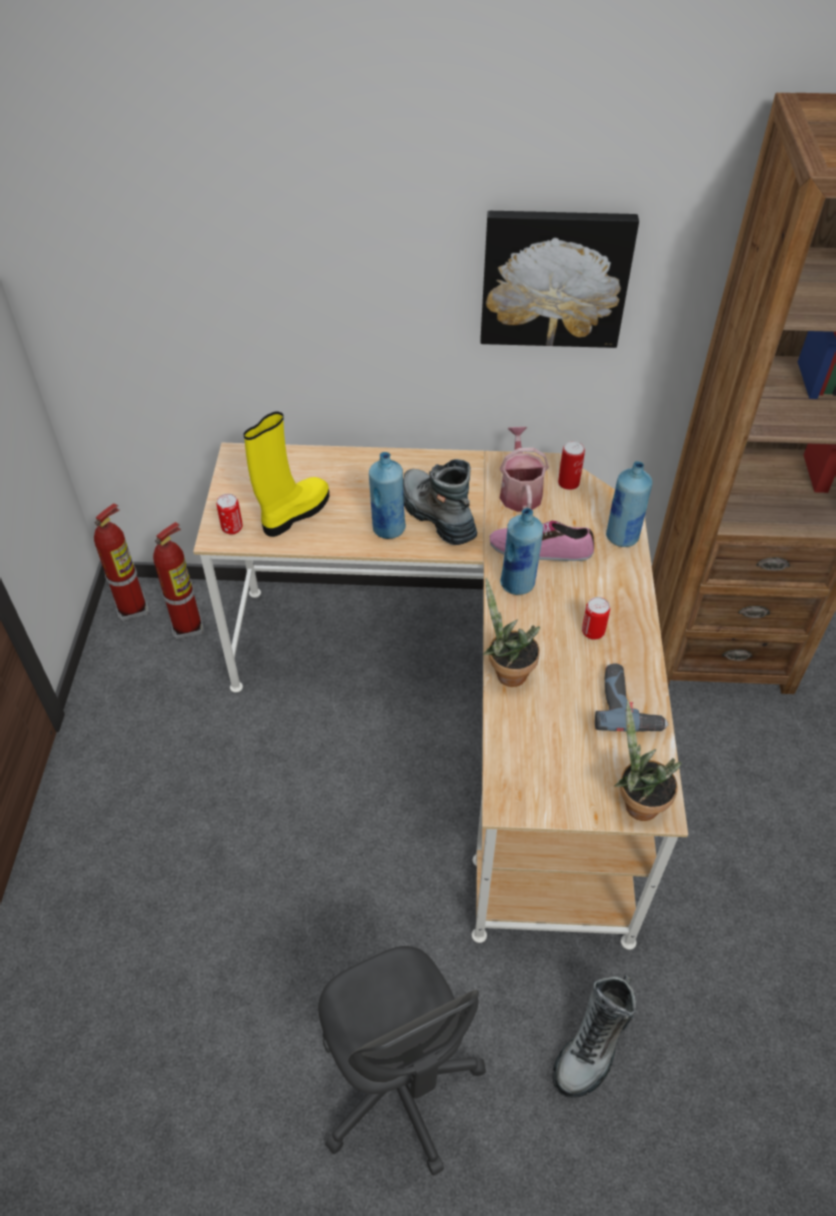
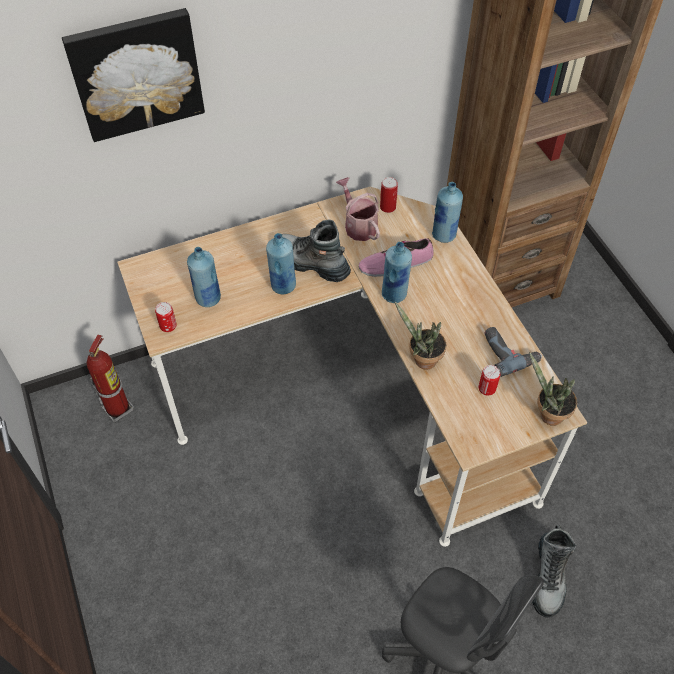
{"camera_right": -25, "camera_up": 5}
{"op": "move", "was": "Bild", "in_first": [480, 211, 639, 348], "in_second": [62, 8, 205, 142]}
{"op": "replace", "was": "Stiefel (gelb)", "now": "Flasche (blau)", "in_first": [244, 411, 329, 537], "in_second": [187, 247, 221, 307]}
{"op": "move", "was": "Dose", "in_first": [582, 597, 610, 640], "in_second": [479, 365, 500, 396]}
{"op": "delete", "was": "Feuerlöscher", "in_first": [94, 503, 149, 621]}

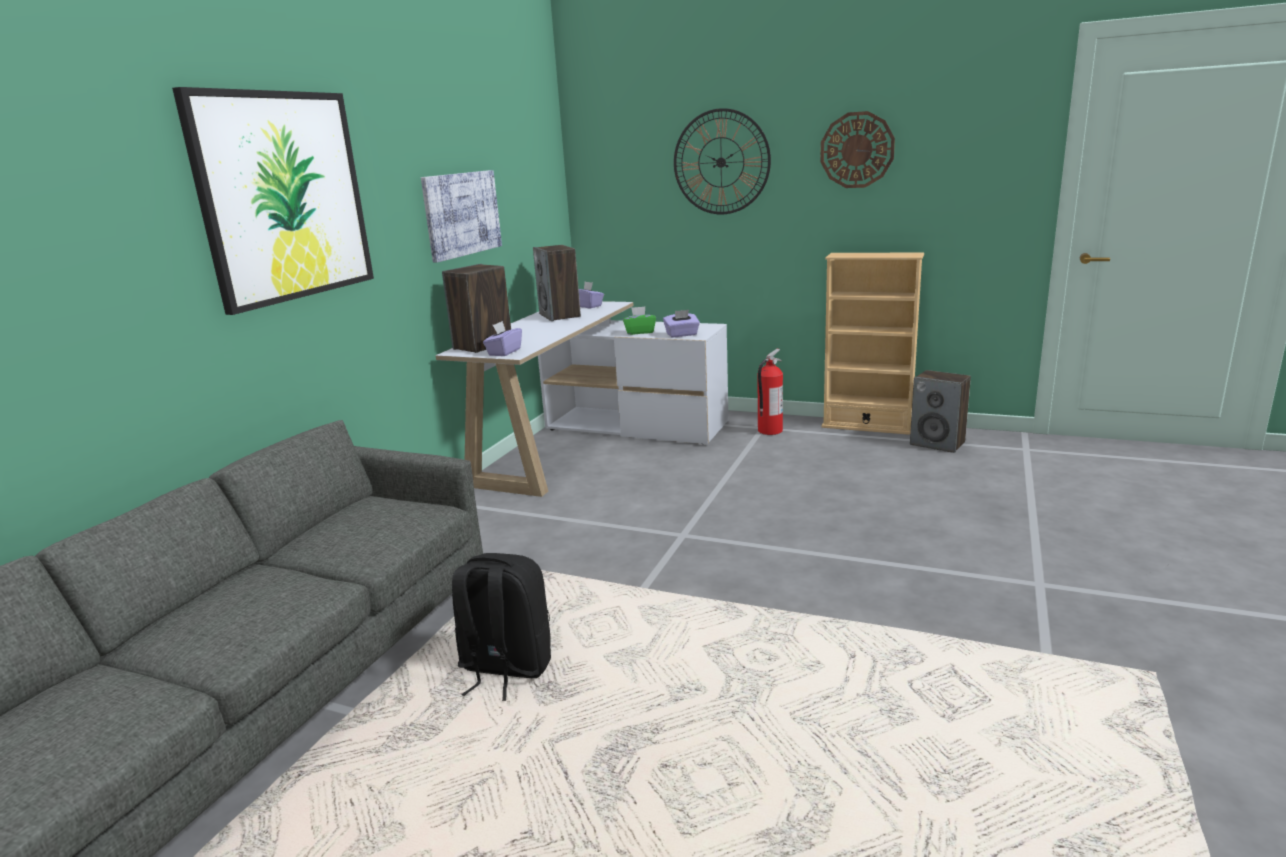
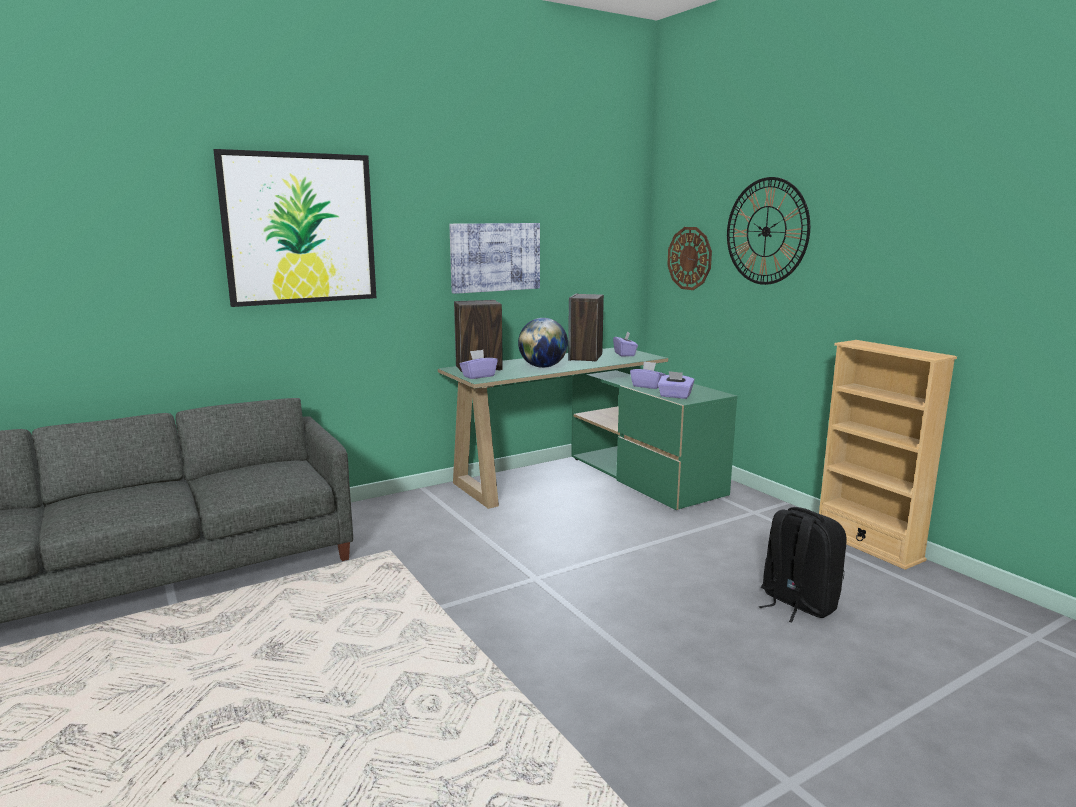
{"camera_right": 35, "camera_up": -5}
{"op": "recolor", "was": "Schreibtisch (weiß)", "now": "Schreibtisch (grün)", "in_first": [435, 301, 729, 497], "in_second": [438, 348, 738, 510]}
{"op": "insert", "now": "Globus", "in_second": [518, 318, 568, 368]}
{"op": "recolor", "was": "Taschentuchbox (grün)", "now": "Taschentuchbox (lila)", "in_first": [623, 306, 656, 335], "in_second": [630, 361, 666, 389]}
{"op": "move", "was": "Wanduhr", "in_first": [820, 111, 895, 188], "in_second": [667, 227, 712, 290]}
{"op": "move", "was": "Rucksack (schwarz)", "in_first": [452, 553, 551, 701], "in_second": [759, 507, 847, 623]}
{"op": "delete", "was": "Feuerlöscher", "in_first": [757, 349, 783, 435]}
{"op": "delete", "was": "Lautsprecher", "in_first": [910, 370, 971, 453]}

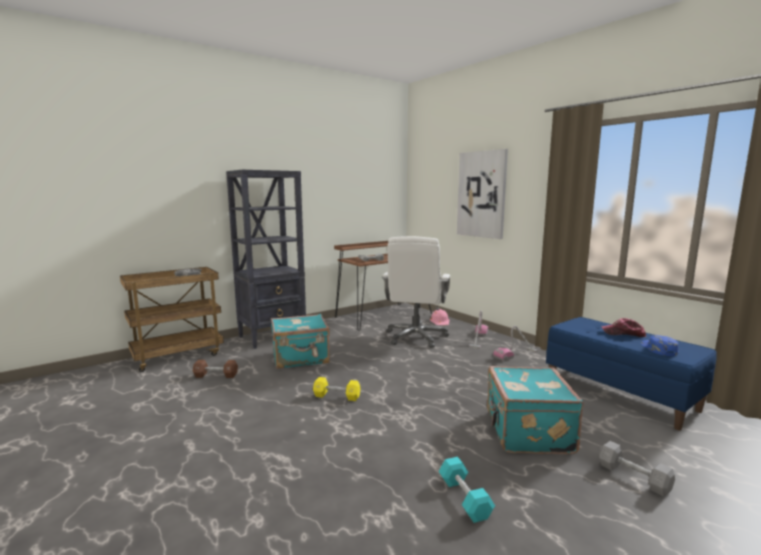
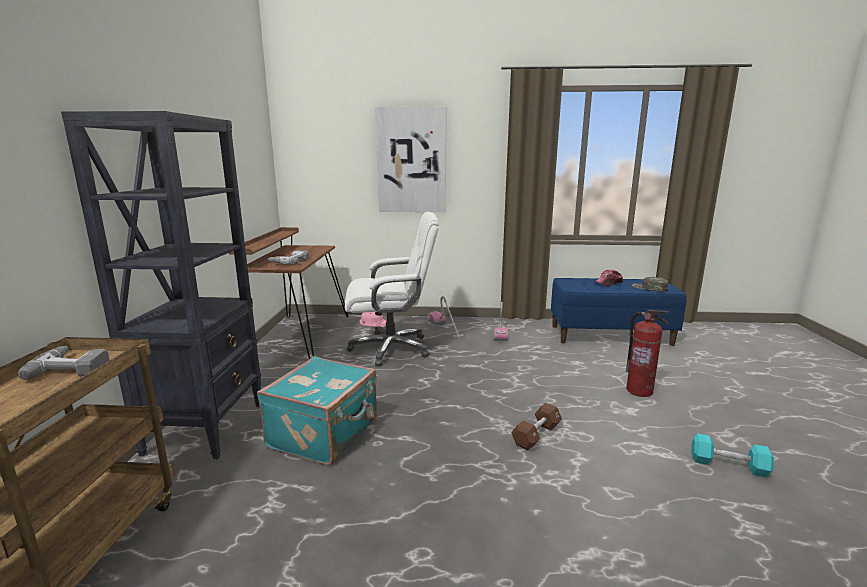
{"camera_right": -50, "camera_up": 5}
{"op": "rotate", "was": "Bürostuhl (weiß)", "in_first": [382, 236, 450, 348], "in_second": [345, 212, 439, 366], "clockwise": -60}
{"op": "move", "was": "Hantel (braun)", "in_first": [193, 360, 238, 378], "in_second": [511, 403, 562, 450]}
{"op": "replace", "was": "Koffer (türkis)", "now": "Feuerlöscher", "in_first": [487, 366, 584, 454], "in_second": [626, 310, 669, 397]}
{"op": "recolor", "was": "Kappe (blau)", "now": "Kappe (grün)", "in_first": [641, 335, 679, 356], "in_second": [632, 277, 668, 292]}
{"op": "delete", "was": "Hantel (gelb)", "in_first": [313, 377, 361, 401]}
{"op": "delete", "was": "Hantel (grau)", "in_first": [599, 441, 675, 496]}

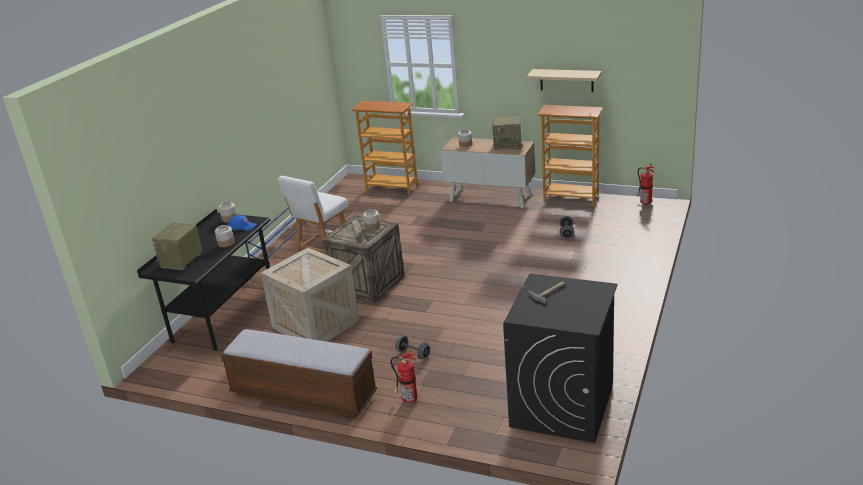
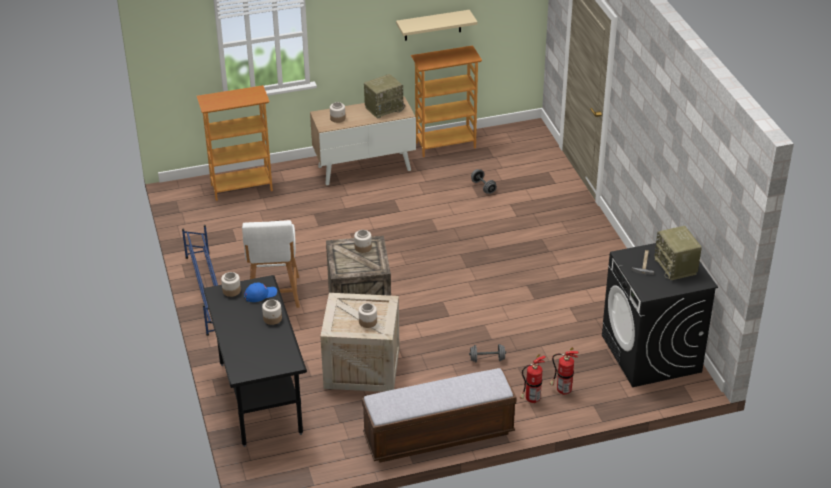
{"camera_right": -40, "camera_up": 10}
{"op": "insert", "now": "Vorratsglas", "in_second": [358, 303, 377, 328]}
{"op": "move", "was": "Feuerlöscher", "in_first": [636, 163, 655, 205], "in_second": [549, 348, 579, 395]}
{"op": "move", "was": "Radio", "in_first": [152, 223, 203, 270], "in_second": [654, 226, 702, 280]}

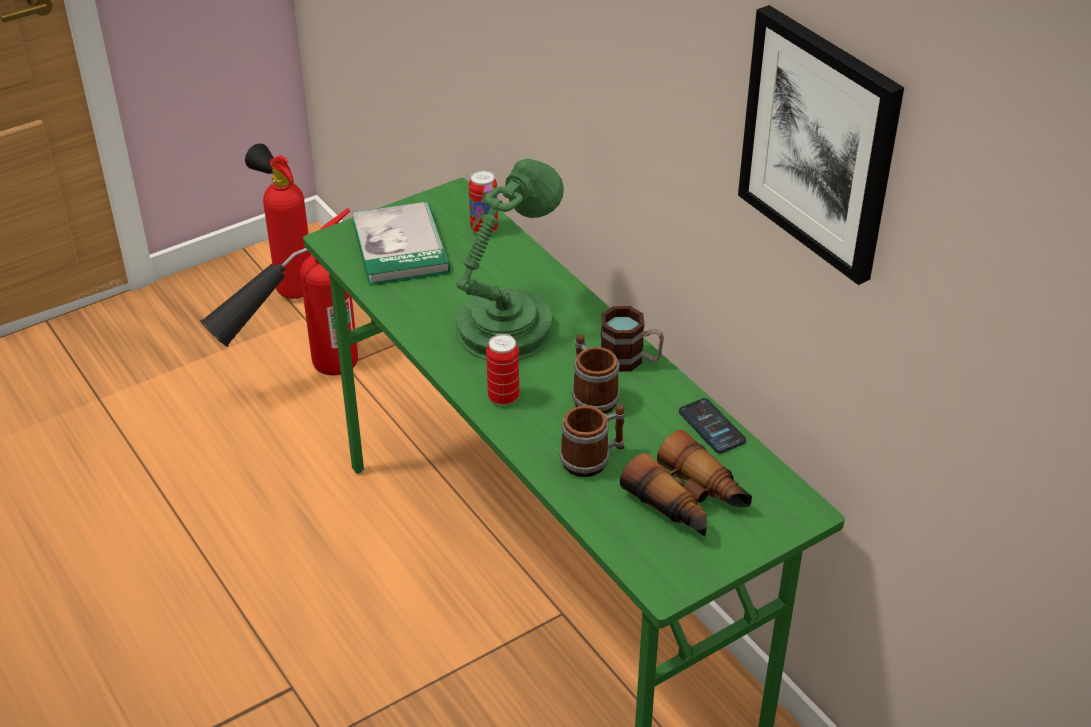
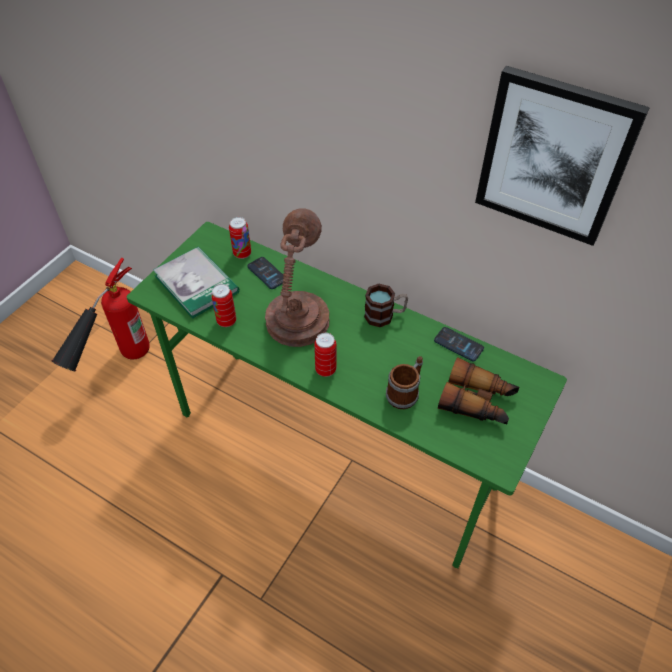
{"camera_right": -25, "camera_up": 10}
{"op": "insert", "now": "Dose", "in_second": [211, 284, 236, 327]}
{"op": "insert", "now": "Handy", "in_second": [247, 257, 284, 289]}
{"op": "recolor", "was": "Tischlampe (grün)", "now": "Tischlampe (braun)", "in_first": [456, 159, 564, 360], "in_second": [265, 208, 329, 347]}
{"op": "delete", "was": "Feuerlöscher", "in_first": [245, 143, 311, 299]}
{"op": "delete", "was": "Henkelbecher", "in_first": [572, 334, 620, 414]}

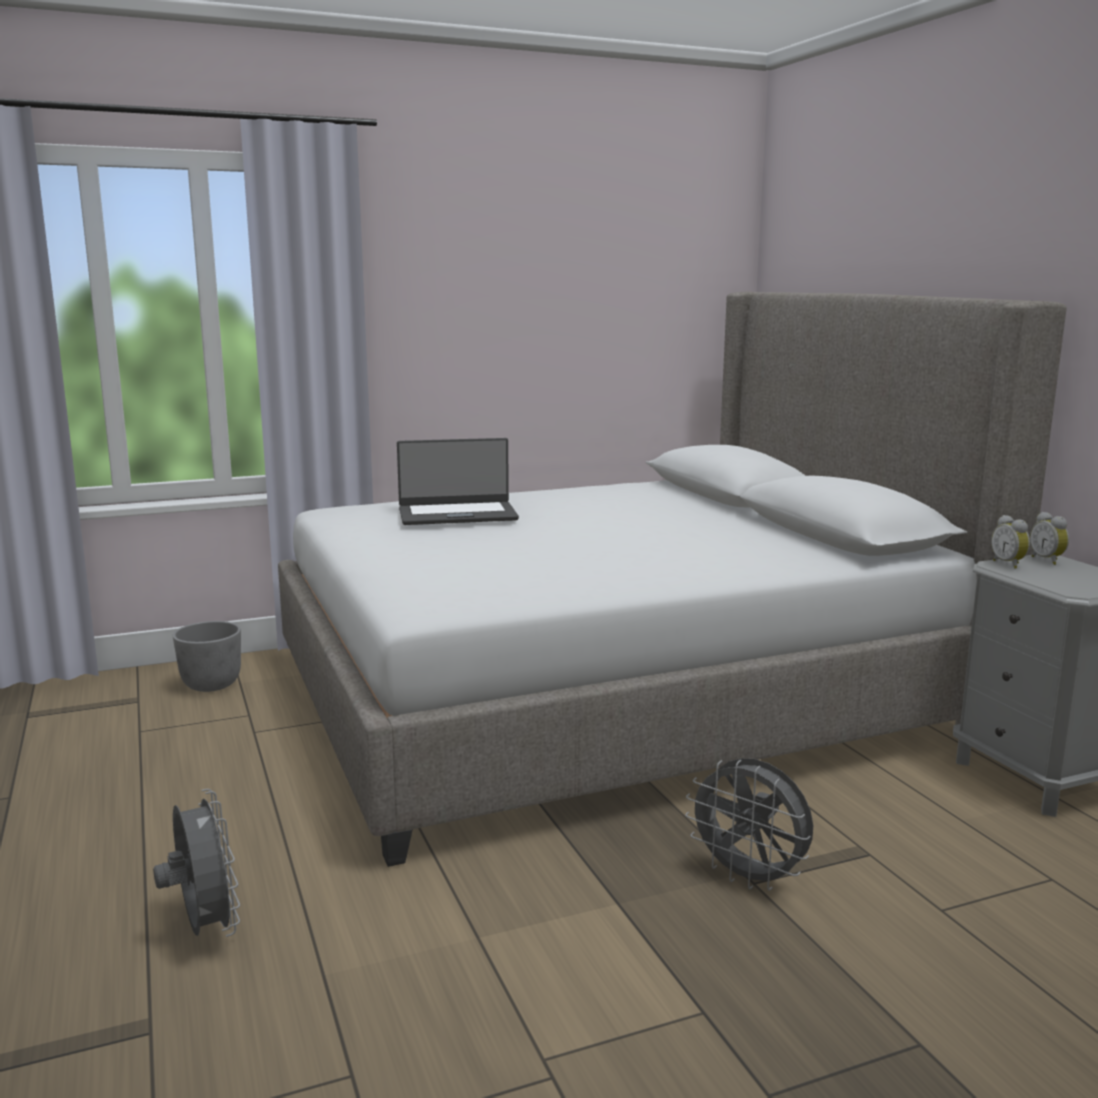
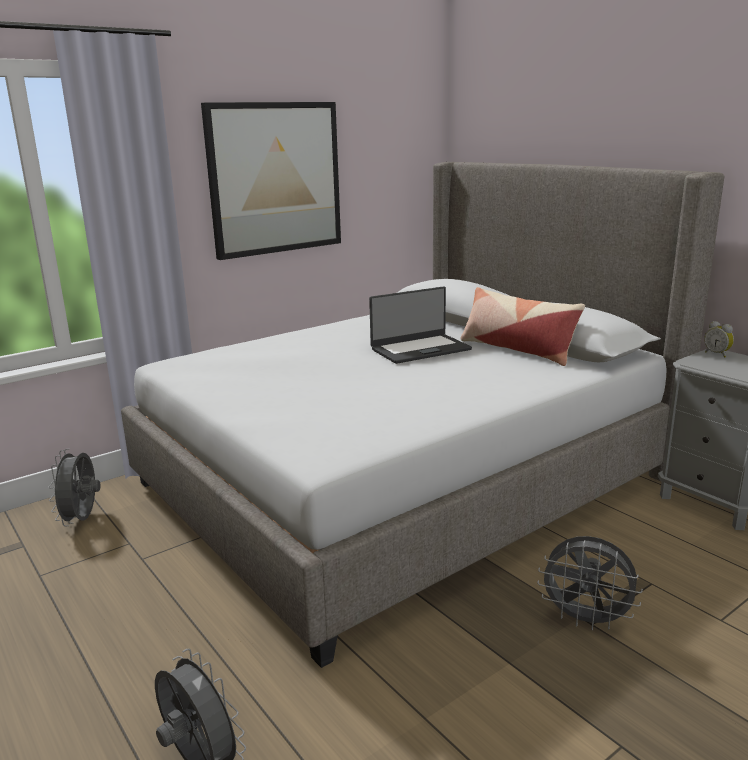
{"camera_right": -15, "camera_up": 5}
{"op": "replace", "was": "Pflanzkübel (grau)", "now": "Ventilator (grau)", "in_first": [173, 621, 241, 692], "in_second": [48, 449, 101, 526]}
{"op": "insert", "now": "Bild", "in_second": [201, 102, 341, 260]}
{"op": "move", "was": "Laptop", "in_first": [397, 438, 519, 525], "in_second": [369, 287, 472, 364]}
{"op": "insert", "now": "Kissen", "in_second": [461, 287, 585, 366]}
{"op": "delete", "was": "Wecker", "in_first": [991, 515, 1030, 569]}

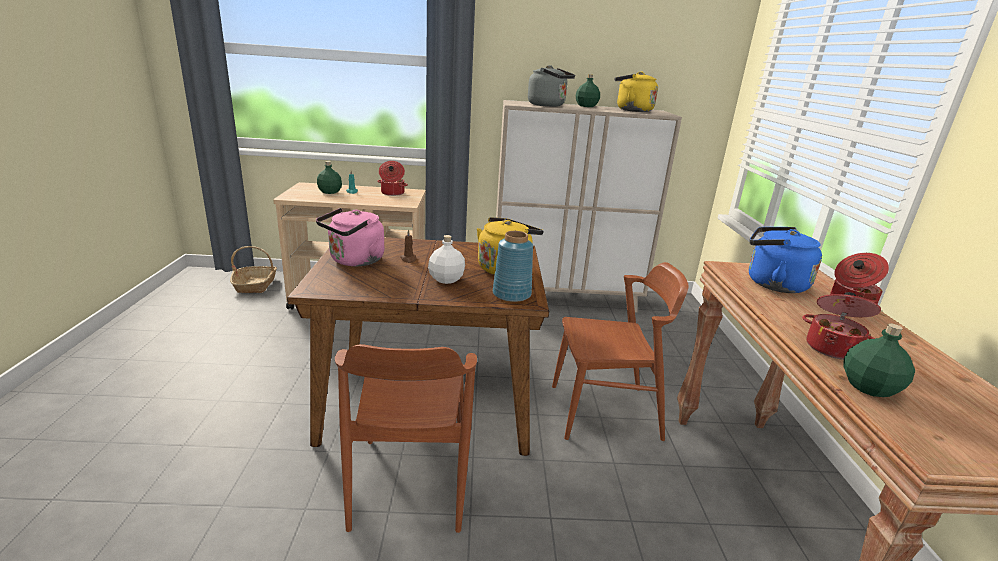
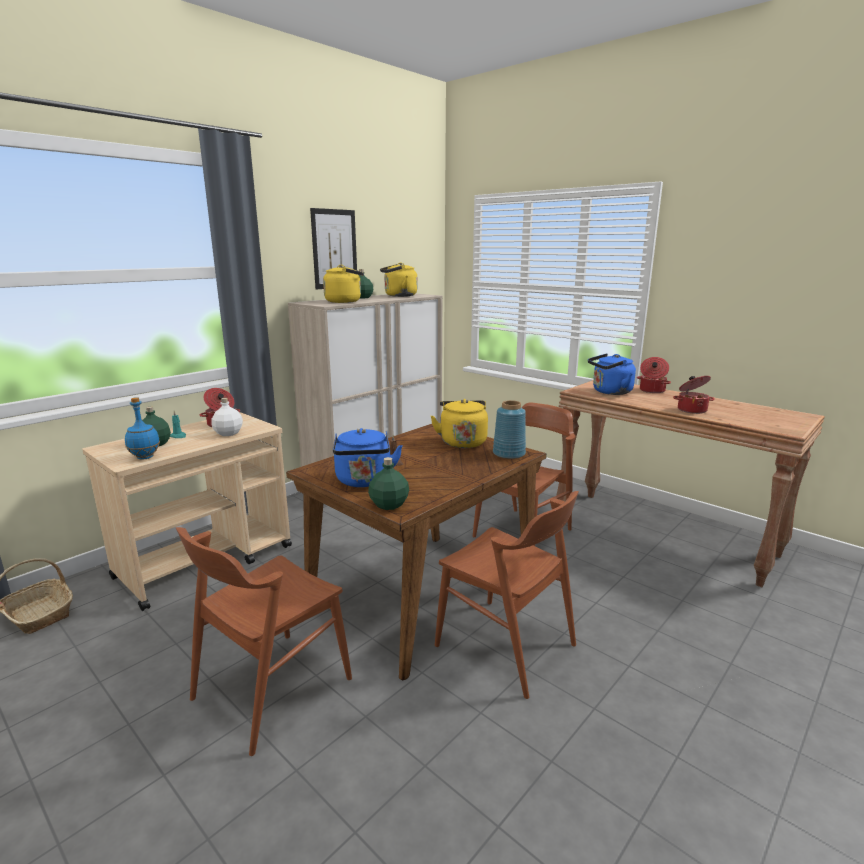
{"camera_right": -45, "camera_up": -5}
{"op": "insert", "now": "Flasche (blau)", "in_second": [125, 397, 160, 460]}
{"op": "insert", "now": "Stuhl (braun)", "in_second": [176, 527, 352, 756]}
{"op": "move", "was": "Flasche (weiß)", "in_first": [428, 235, 465, 284], "in_second": [211, 398, 243, 436]}
{"op": "insert", "now": "Bild", "in_second": [310, 208, 357, 290]}
{"op": "recolor", "was": "Wasserkessel (grau)", "now": "Wasserkessel (gelb)", "in_first": [528, 65, 575, 107], "in_second": [323, 265, 364, 303]}
{"op": "recolor", "was": "Wasserkessel (rosa)", "now": "Wasserkessel (blau)", "in_first": [316, 208, 384, 267], "in_second": [333, 428, 403, 487]}
{"op": "move", "was": "Flasche (grün)", "in_first": [843, 323, 915, 397], "in_second": [368, 457, 409, 510]}

